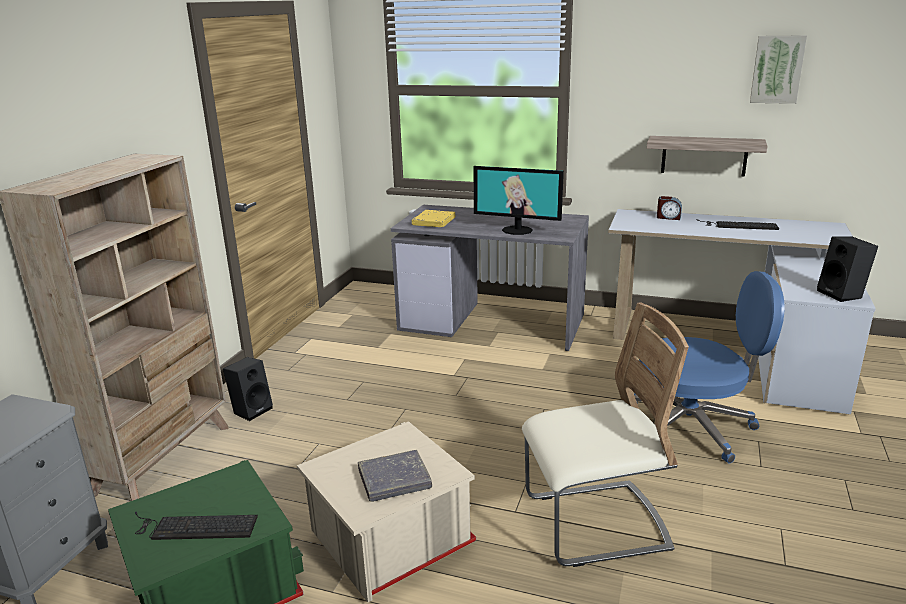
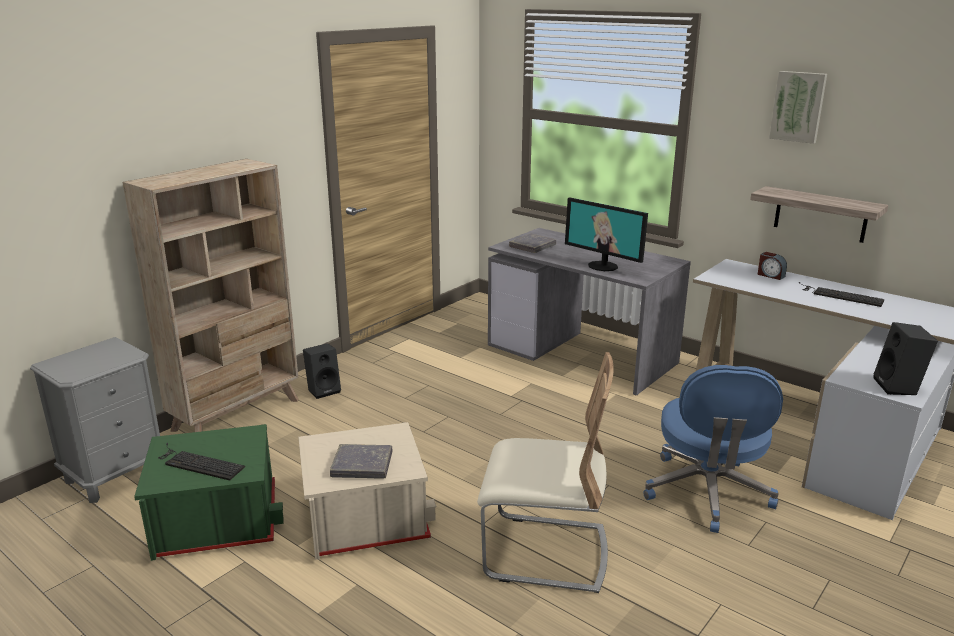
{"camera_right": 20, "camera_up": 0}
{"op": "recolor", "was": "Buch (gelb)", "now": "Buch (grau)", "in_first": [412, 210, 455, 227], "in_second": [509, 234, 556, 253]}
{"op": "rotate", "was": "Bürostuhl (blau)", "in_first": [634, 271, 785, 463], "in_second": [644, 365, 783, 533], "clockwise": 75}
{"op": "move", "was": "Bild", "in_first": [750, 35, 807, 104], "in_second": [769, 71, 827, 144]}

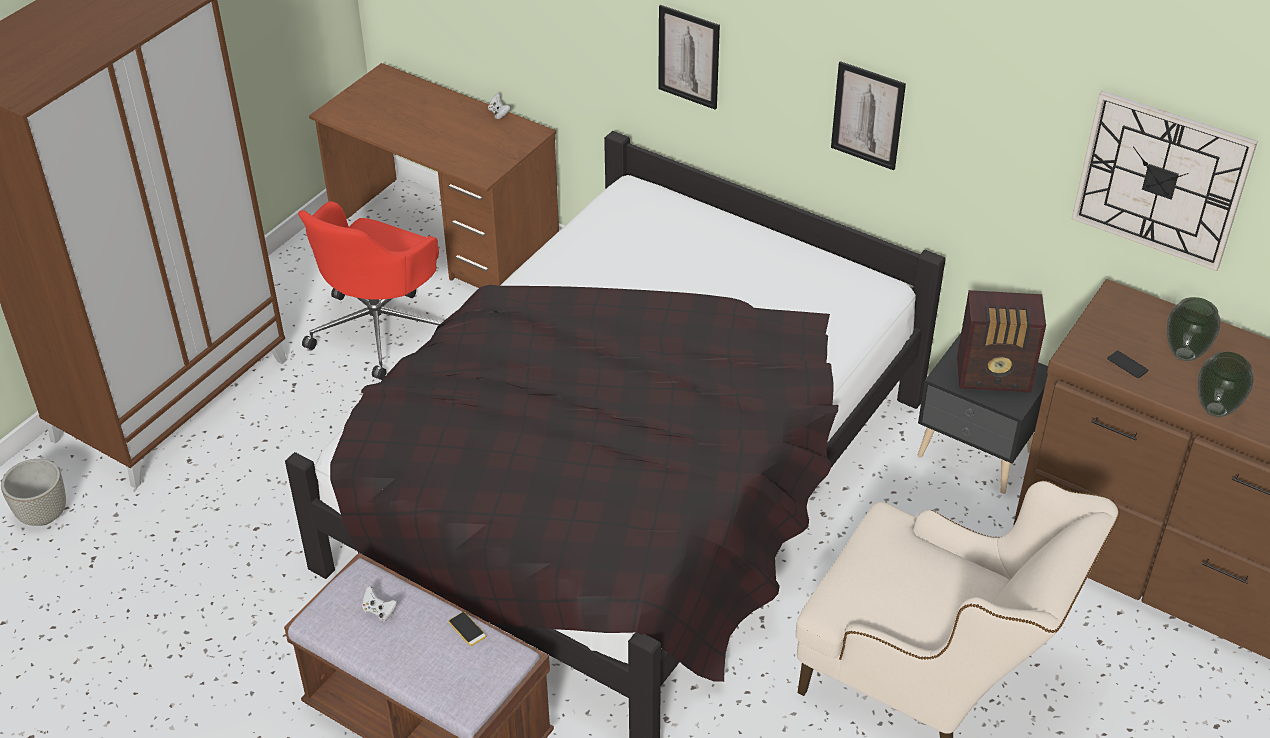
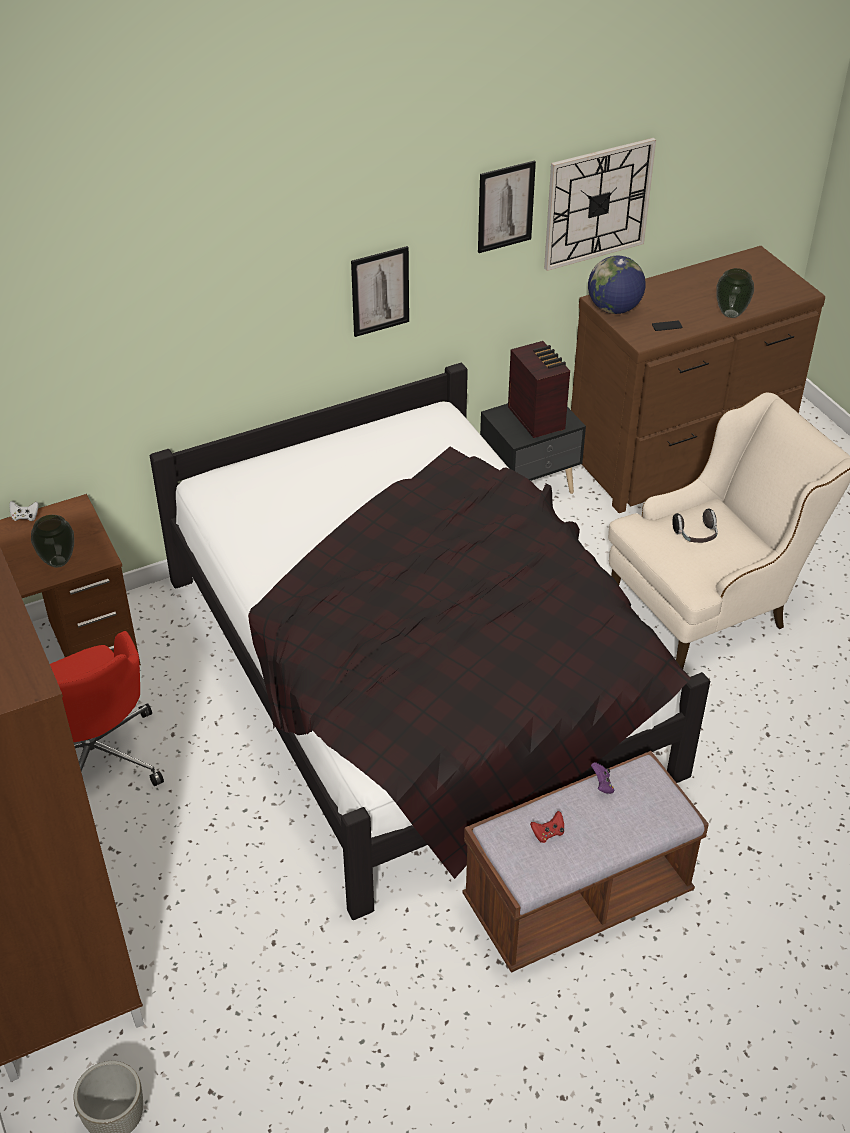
{"camera_right": -60, "camera_up": 0}
{"op": "move", "was": "Vase", "in_first": [1166, 297, 1221, 361], "in_second": [31, 515, 74, 567]}
{"op": "move", "was": "Bild", "in_first": [658, 5, 720, 110], "in_second": [478, 161, 536, 253]}
{"op": "rotate", "was": "Radio", "in_first": [957, 290, 1046, 393], "in_second": [508, 341, 570, 438], "clockwise": -60}
{"op": "recolor", "was": "Gamepad (weiß)", "now": "Gamepad (rot)", "in_first": [362, 586, 398, 621], "in_second": [530, 811, 564, 843]}
{"op": "insert", "now": "Globus", "in_second": [588, 256, 646, 314]}
{"op": "replace", "was": "Handy", "now": "Gamepad (lila)", "in_first": [448, 612, 486, 646], "in_second": [591, 762, 614, 794]}
{"op": "insert", "now": "Kopfhörer", "in_second": [672, 509, 718, 543]}

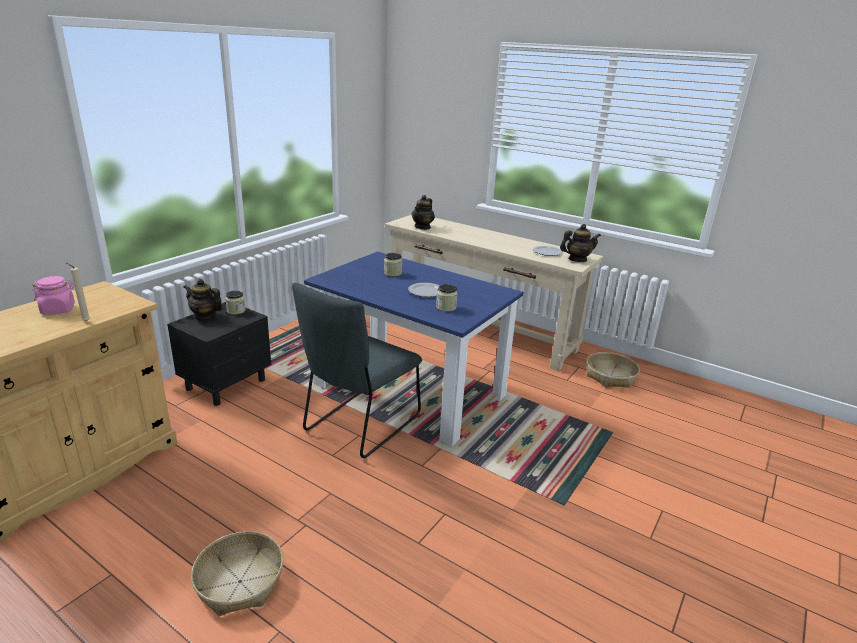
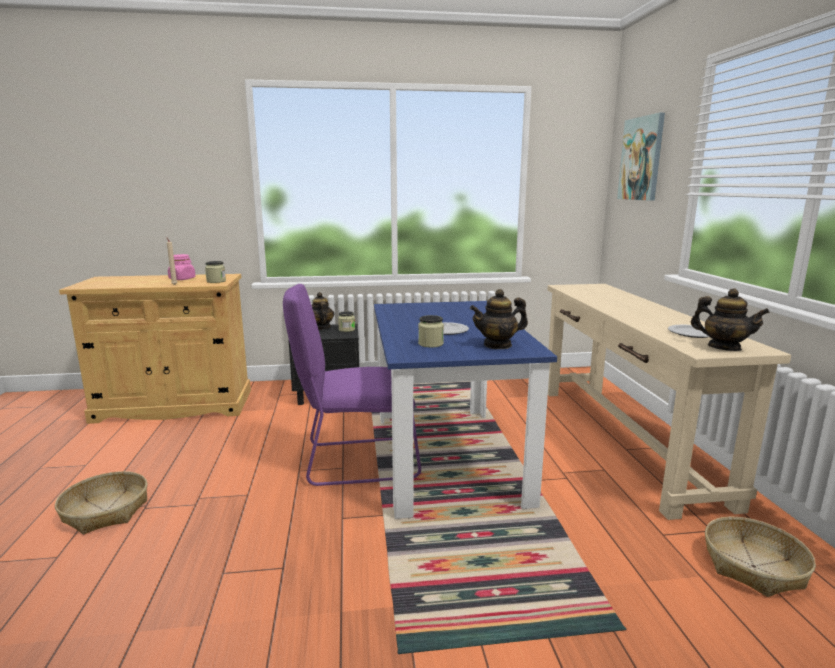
{"camera_right": 50, "camera_up": -10}
{"op": "move", "was": "Vorratsglas", "in_first": [384, 253, 402, 276], "in_second": [205, 261, 226, 283]}
{"op": "recolor", "was": "Stuhl (grau)", "now": "Stuhl (lila)", "in_first": [292, 283, 422, 458], "in_second": [283, 284, 421, 486]}
{"op": "move", "was": "Teekanne", "in_first": [412, 195, 435, 230], "in_second": [470, 289, 528, 349]}
{"op": "insert", "now": "Bild", "in_second": [617, 113, 665, 201]}

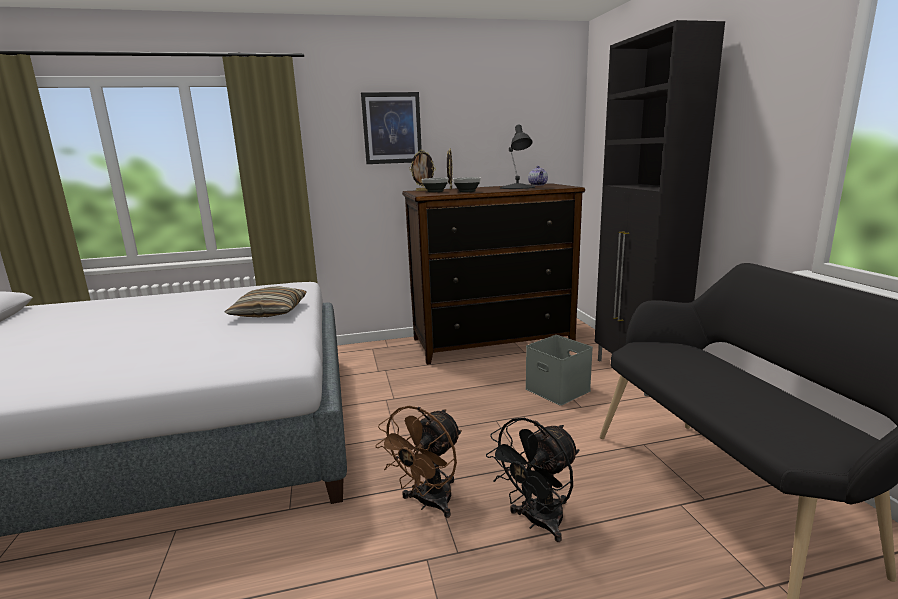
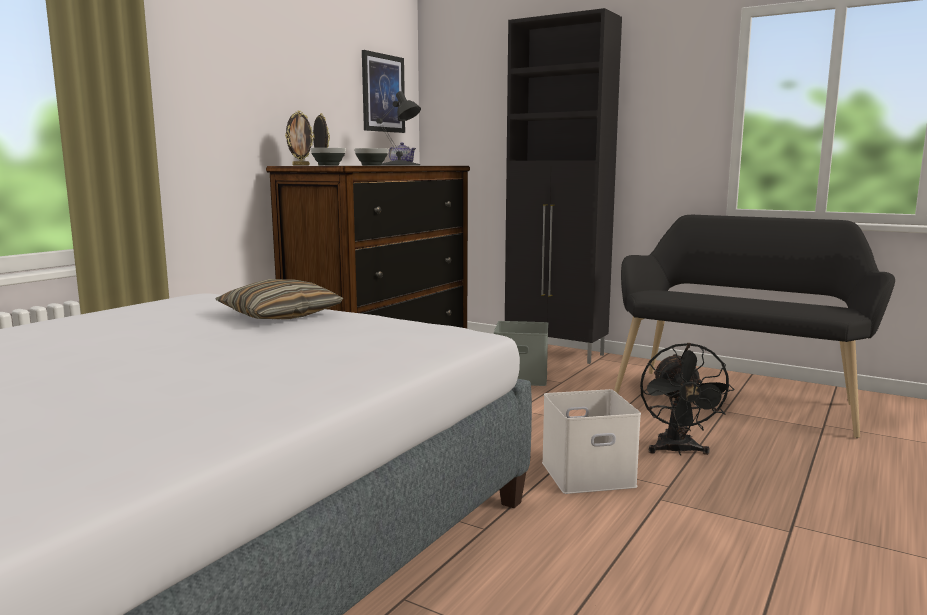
{"camera_right": -45, "camera_up": -5}
{"op": "move", "was": "Bild", "in_first": [361, 92, 422, 164], "in_second": [362, 50, 405, 133]}
{"op": "replace", "was": "Ventilator (braun)", "now": "Aufbewahrungsbox (weiß)", "in_first": [375, 406, 462, 518], "in_second": [542, 389, 641, 494]}

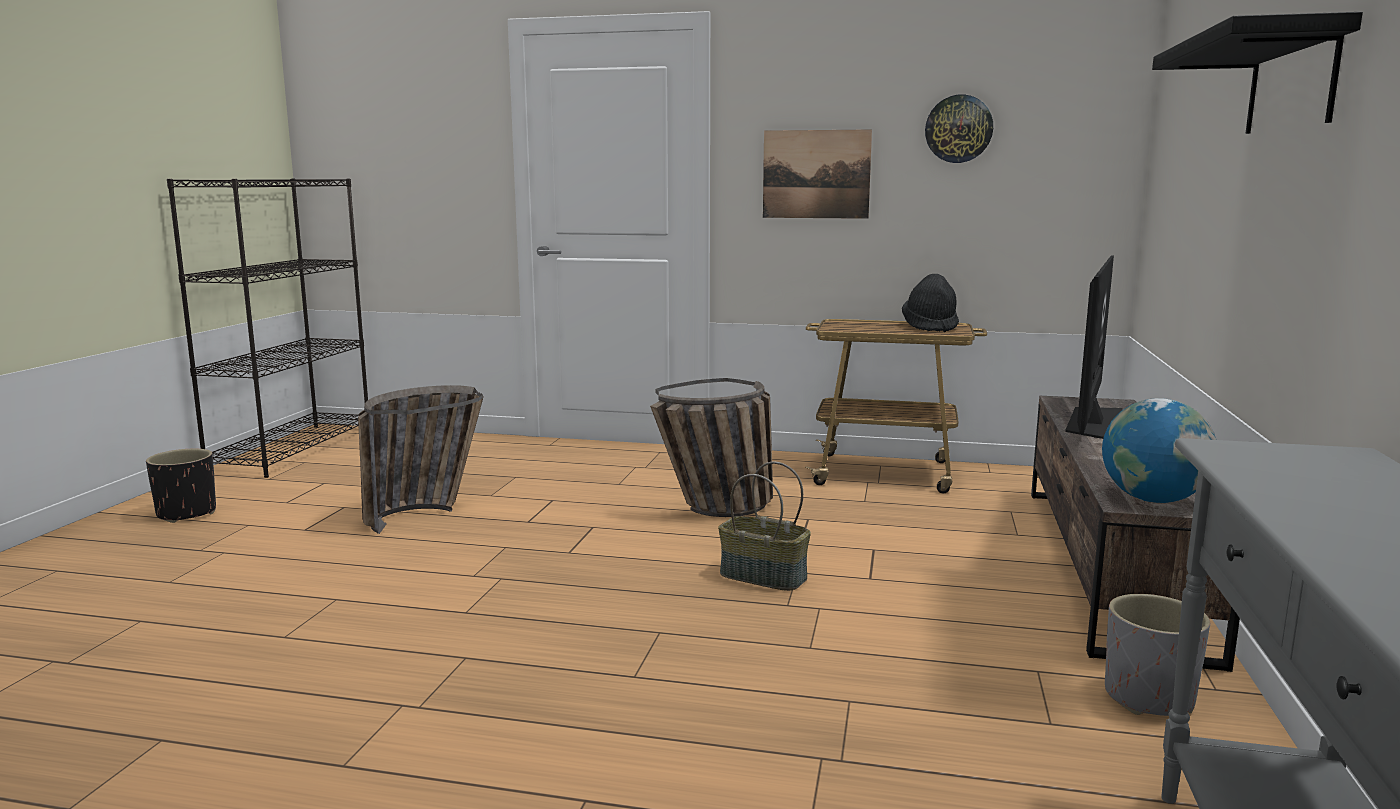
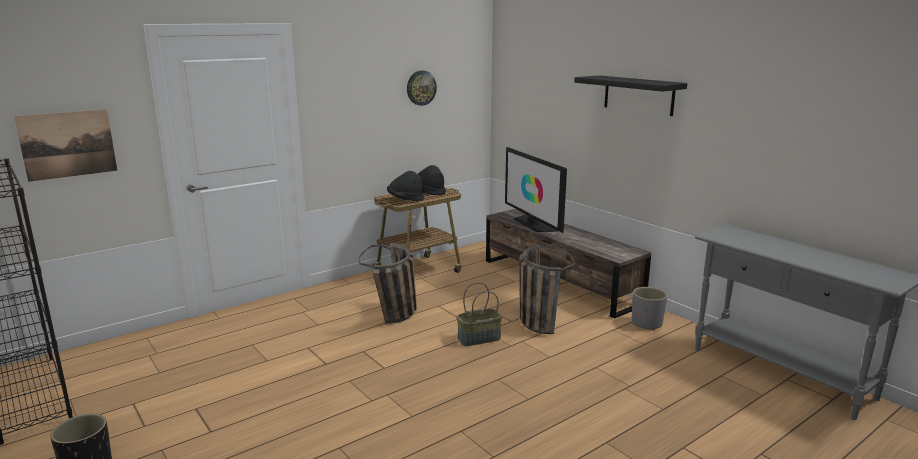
{"camera_right": -50, "camera_up": 5}
{"op": "move", "was": "Bild", "in_first": [763, 129, 872, 219], "in_second": [14, 109, 117, 182]}
{"op": "insert", "now": "Hut (schwarz)", "in_second": [387, 171, 424, 201]}
{"op": "move", "was": "Korb", "in_first": [358, 385, 484, 534], "in_second": [519, 245, 576, 334]}
{"op": "delete", "was": "Globus", "in_first": [1102, 398, 1216, 503]}

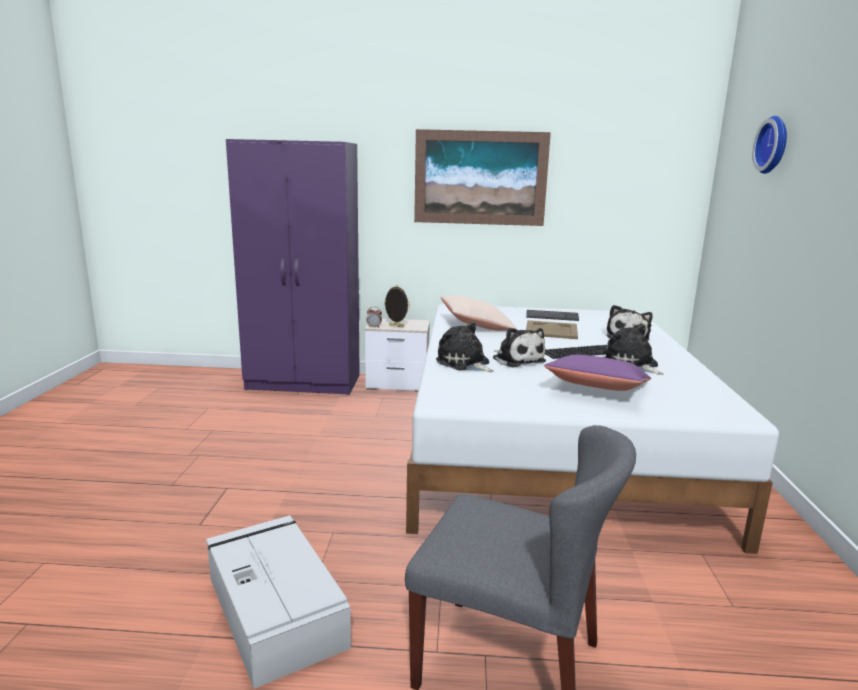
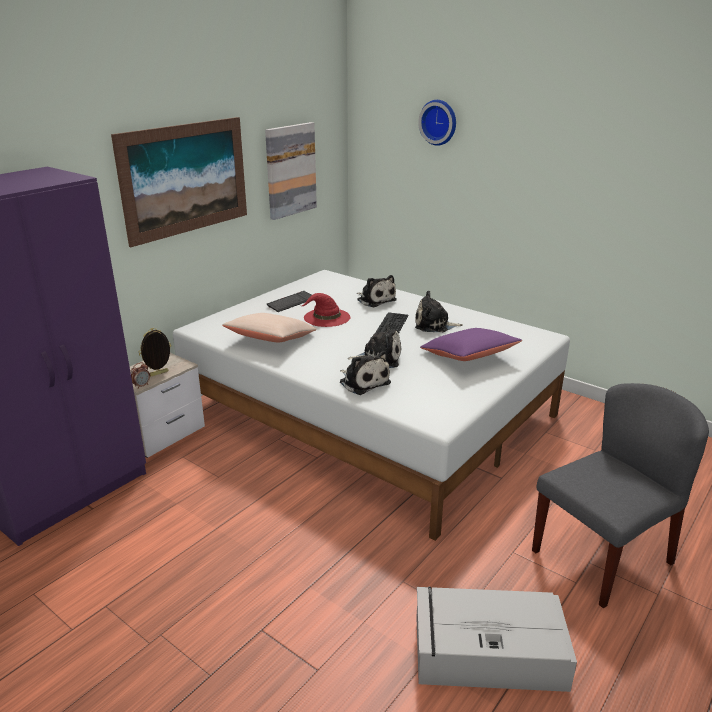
{"camera_right": -55, "camera_up": 10}
{"op": "insert", "now": "Bild", "in_second": [265, 122, 317, 220]}
{"op": "replace", "was": "Tablett (beige)", "now": "Hut (rot)", "in_first": [526, 320, 578, 339], "in_second": [302, 293, 351, 327]}
{"op": "rotate", "was": "Plüschtier", "in_first": [436, 322, 494, 372], "in_second": [340, 351, 391, 395], "clockwise": -120}

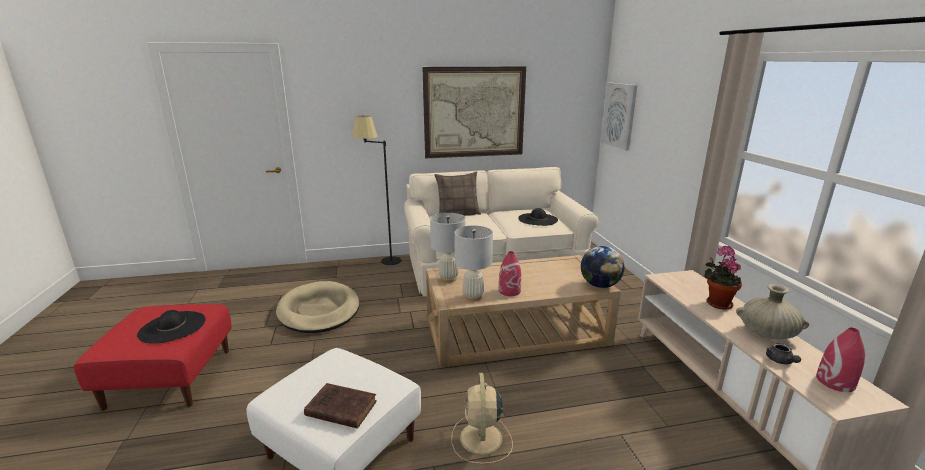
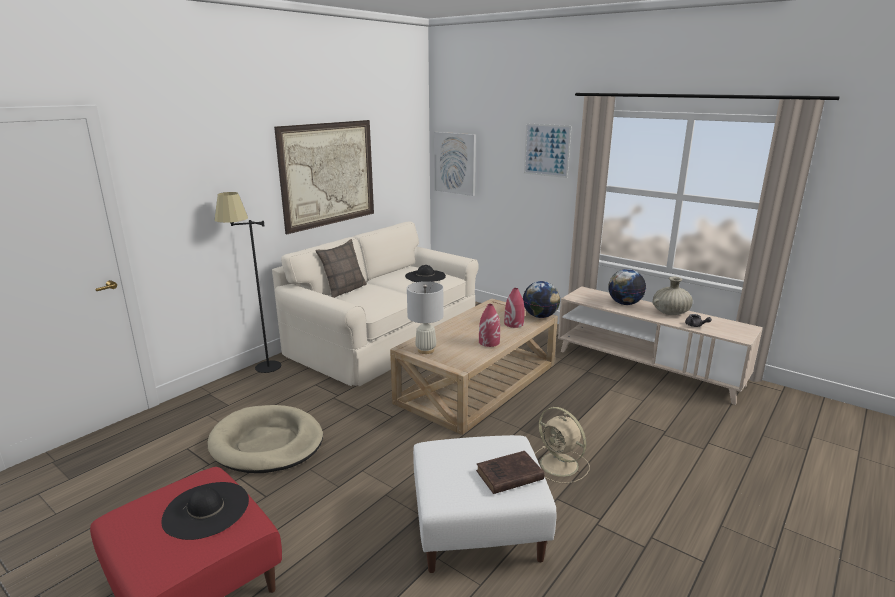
{"camera_right": -40, "camera_up": 0}
{"op": "move", "was": "Vase (rot)", "in_first": [816, 327, 865, 392], "in_second": [504, 288, 524, 328]}
{"op": "insert", "now": "Bild", "in_second": [524, 123, 571, 178]}
{"op": "replace", "was": "Topfpflanze", "now": "Globus", "in_first": [704, 246, 742, 310], "in_second": [608, 269, 646, 305]}
{"op": "delete", "was": "Tischlampe (weiß)", "in_first": [455, 226, 493, 301]}

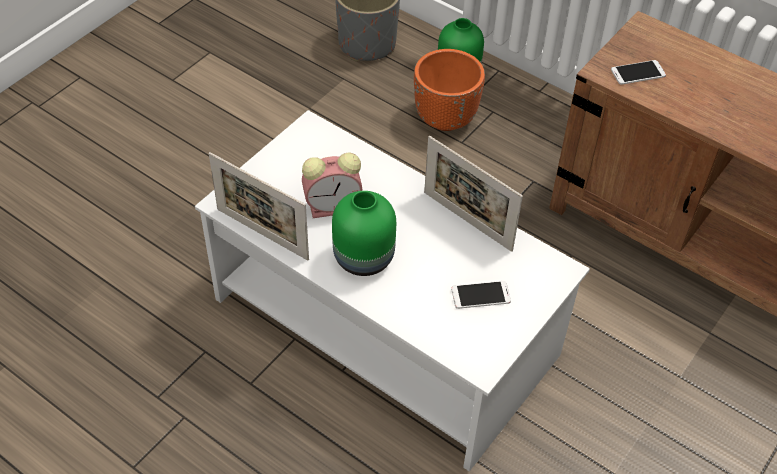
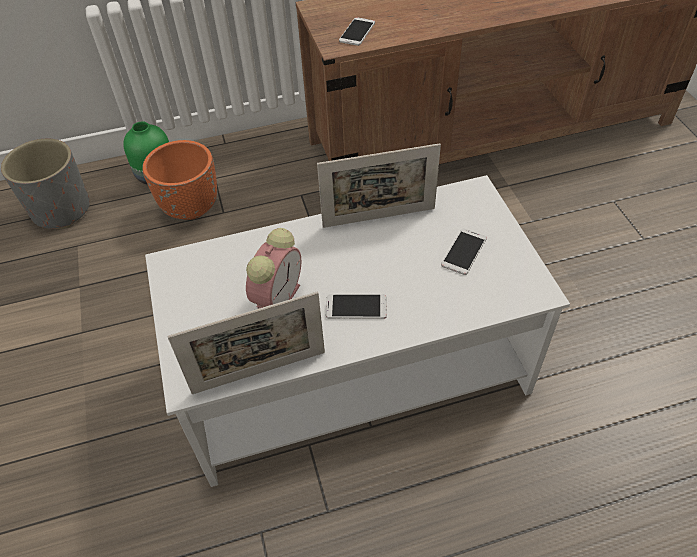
{"camera_right": -50, "camera_up": 0}
{"op": "replace", "was": "Vase (grün)", "now": "Handy", "in_first": [332, 191, 396, 276], "in_second": [326, 294, 387, 319]}

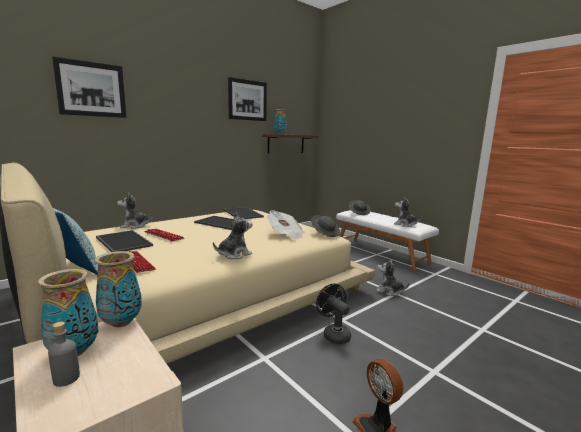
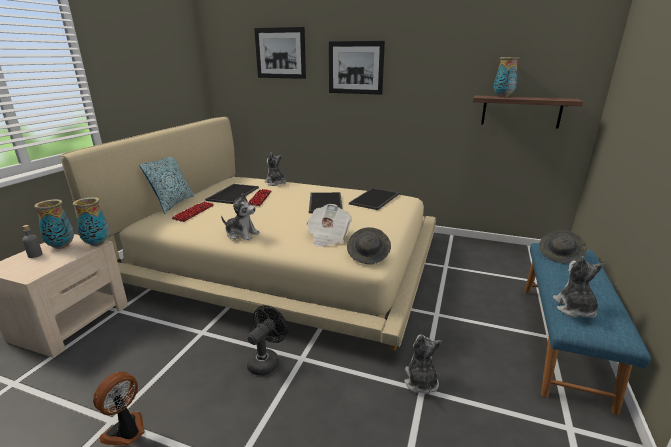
{"camera_right": 60, "camera_up": 10}
{"op": "move", "was": "Bild", "in_first": [228, 77, 267, 121], "in_second": [329, 41, 385, 95]}
{"op": "recolor", "was": "Bank (weiß)", "now": "Bank (blau)", "in_first": [336, 210, 439, 271], "in_second": [524, 243, 651, 415]}

